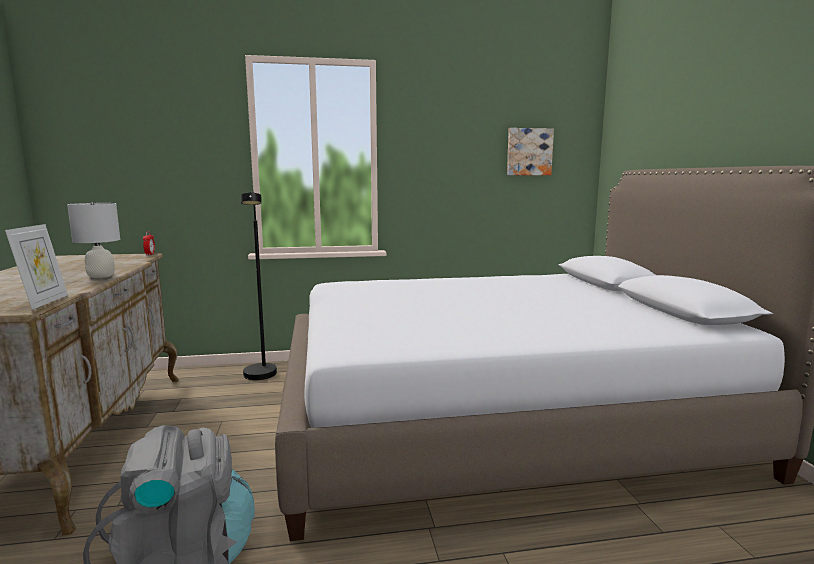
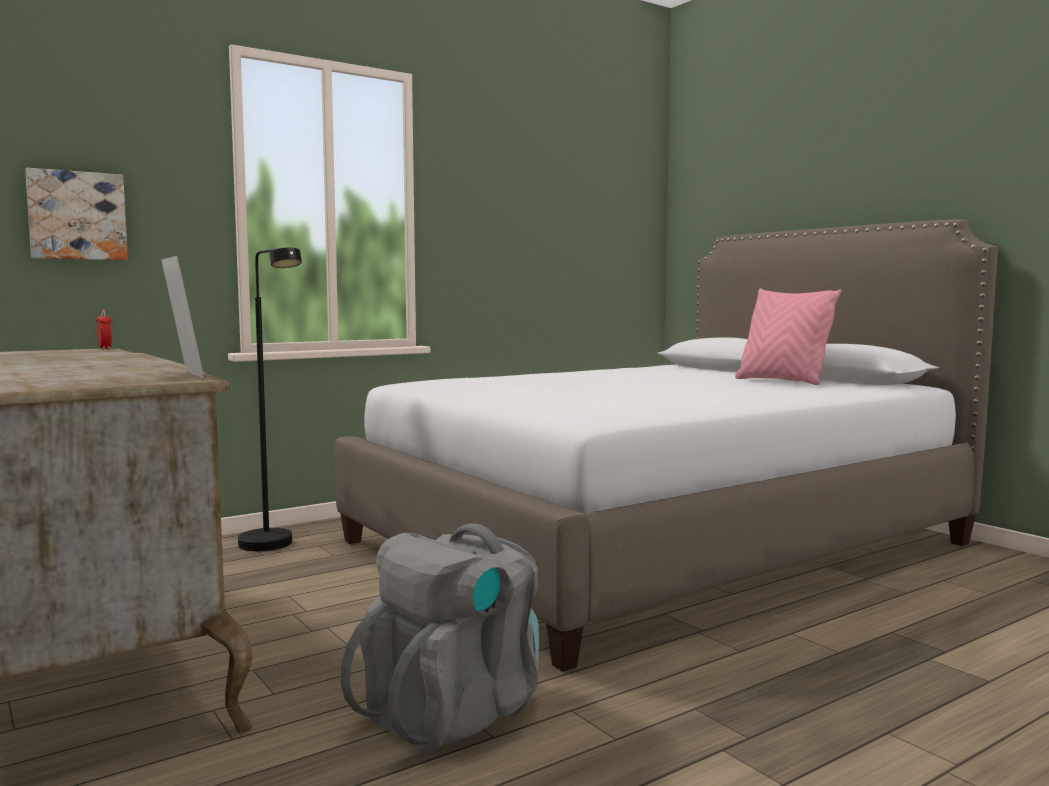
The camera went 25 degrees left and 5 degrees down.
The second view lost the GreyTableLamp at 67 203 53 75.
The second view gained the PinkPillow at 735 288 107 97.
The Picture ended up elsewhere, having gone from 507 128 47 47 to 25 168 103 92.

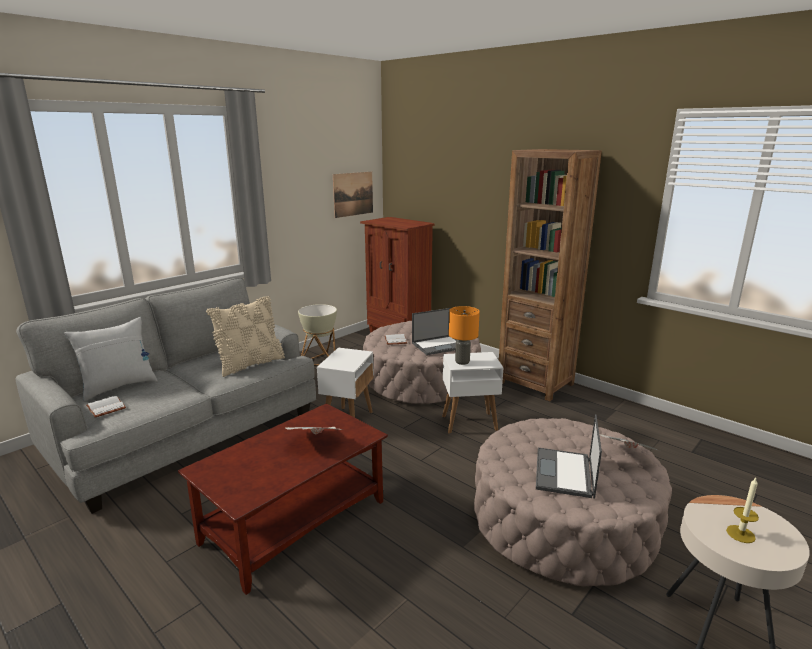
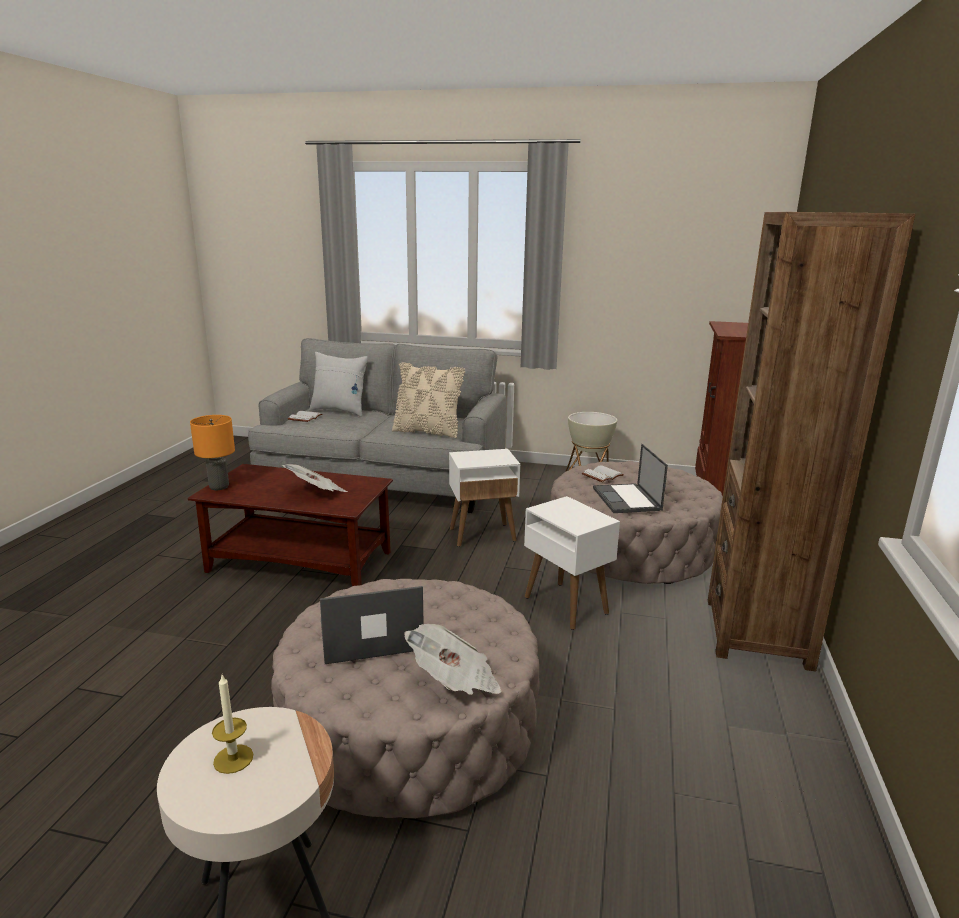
The camera went 60 degrees right and 0 degrees up.
The second view lost the Picture at 333 172 40 46.
The OrangeTableLamp ended up elsewhere, having gone from 449 306 31 59 to 190 415 45 75.
The Laptop at 412 308 45 47 ended up facing another way, 45 degrees clockwise from before.

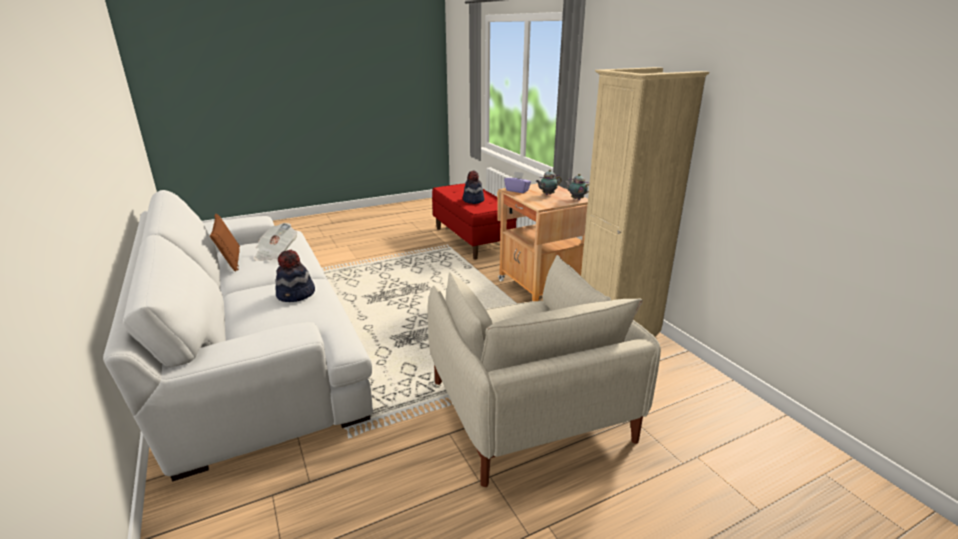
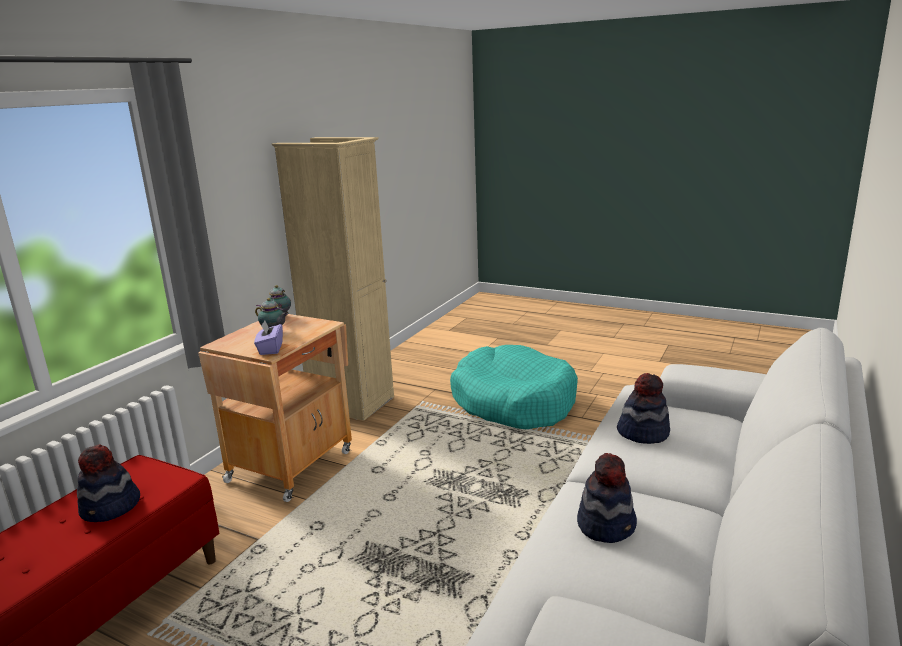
The camera went 125 degrees left and 5 degrees down.
The second view lost the BrownPillow at 210 214 30 57.
Where the Newspaper stood at 254 223 43 38, the Hat came to stand at 577 453 60 90.
Where the BeigeArmchair stood at 428 255 233 232, the TurquoiseDogBed came to stand at 450 345 128 84.

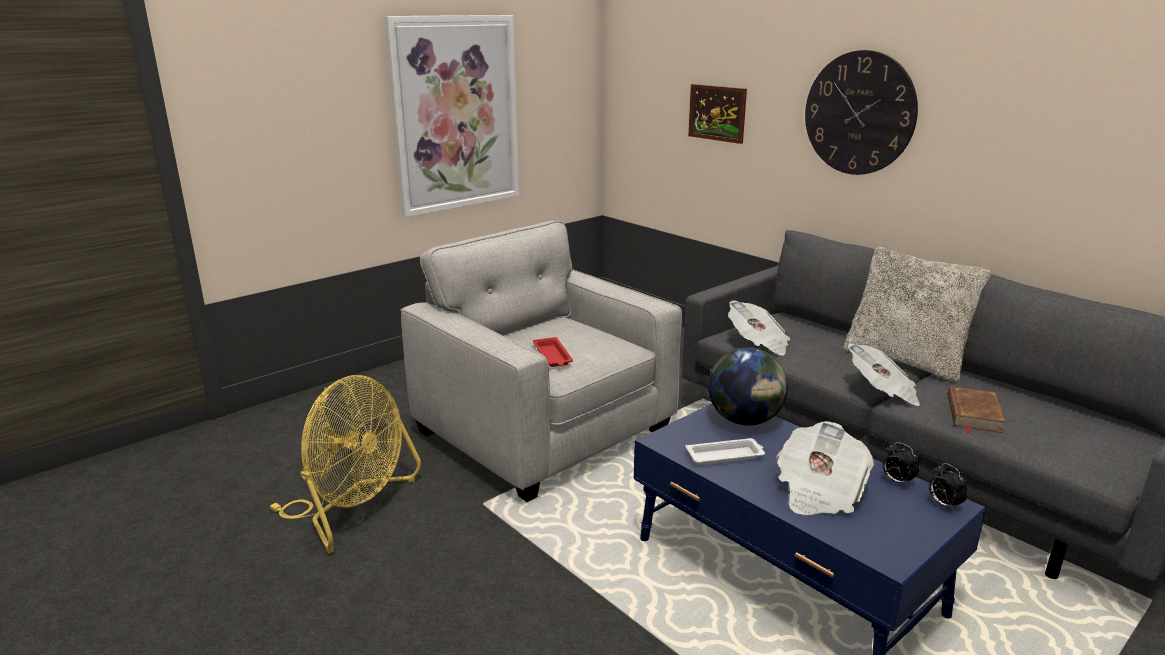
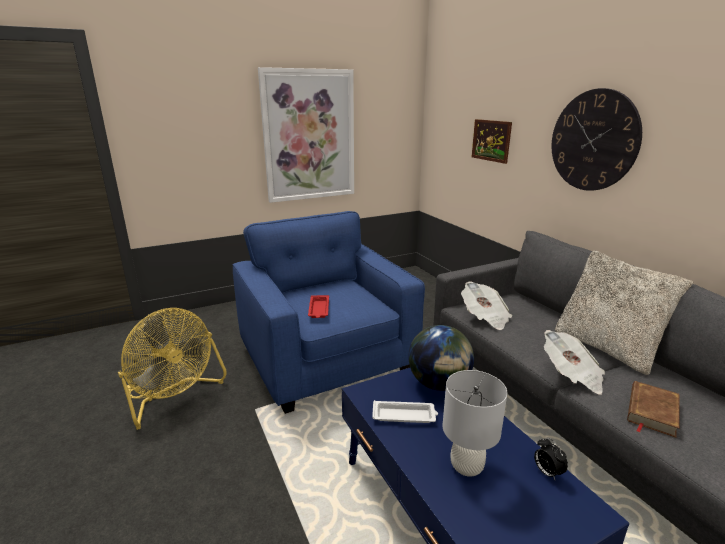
The camera went 15 degrees right and 0 degrees up.
The second view lost the AlarmClock at 929 463 39 49.
Where the Newspaper stood at 776 421 98 94, the GreyTableLamp came to stand at 443 370 64 107.
What was the GreyArmchair at 400 221 282 281 turned into the BlueArmchair at 232 211 193 203.

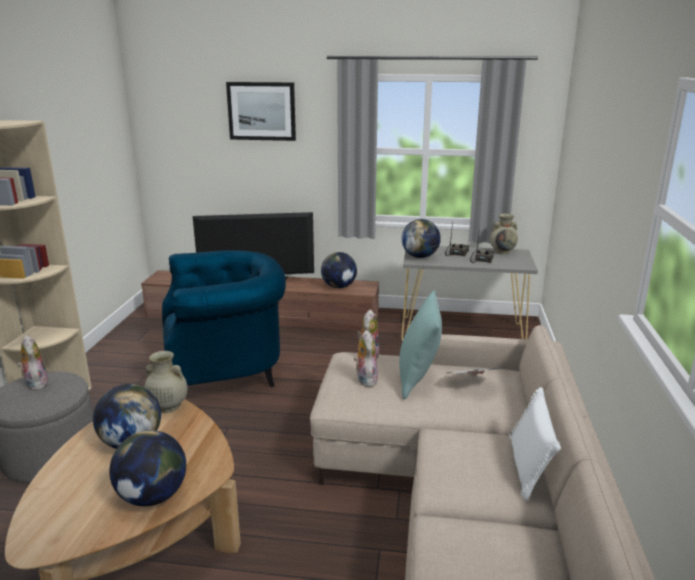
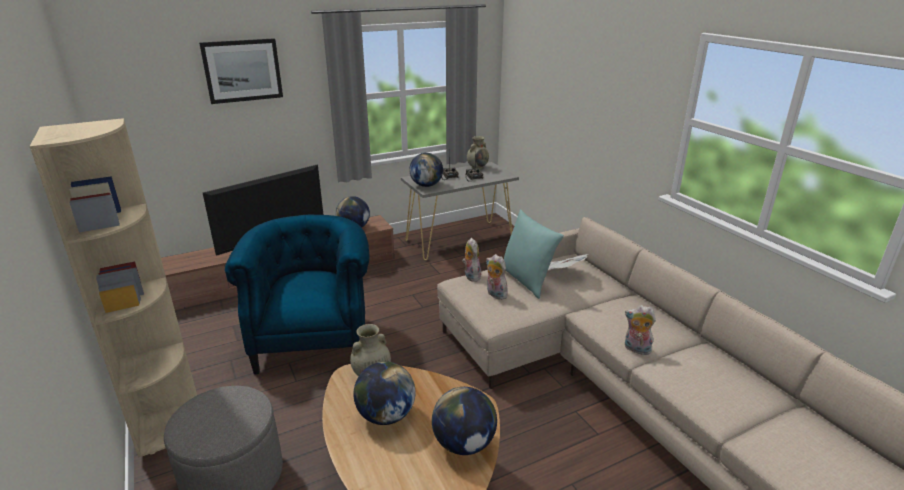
The camera went 35 degrees left and 5 degrees up.
The second view lost the WhitePillow at 508 387 53 114.
The PlushToy ended up elsewhere, having gone from 17 335 32 55 to 625 305 31 50.
The BlueArmchair at 162 250 124 137 ended up facing another way, 45 degrees counterclockwise from before.

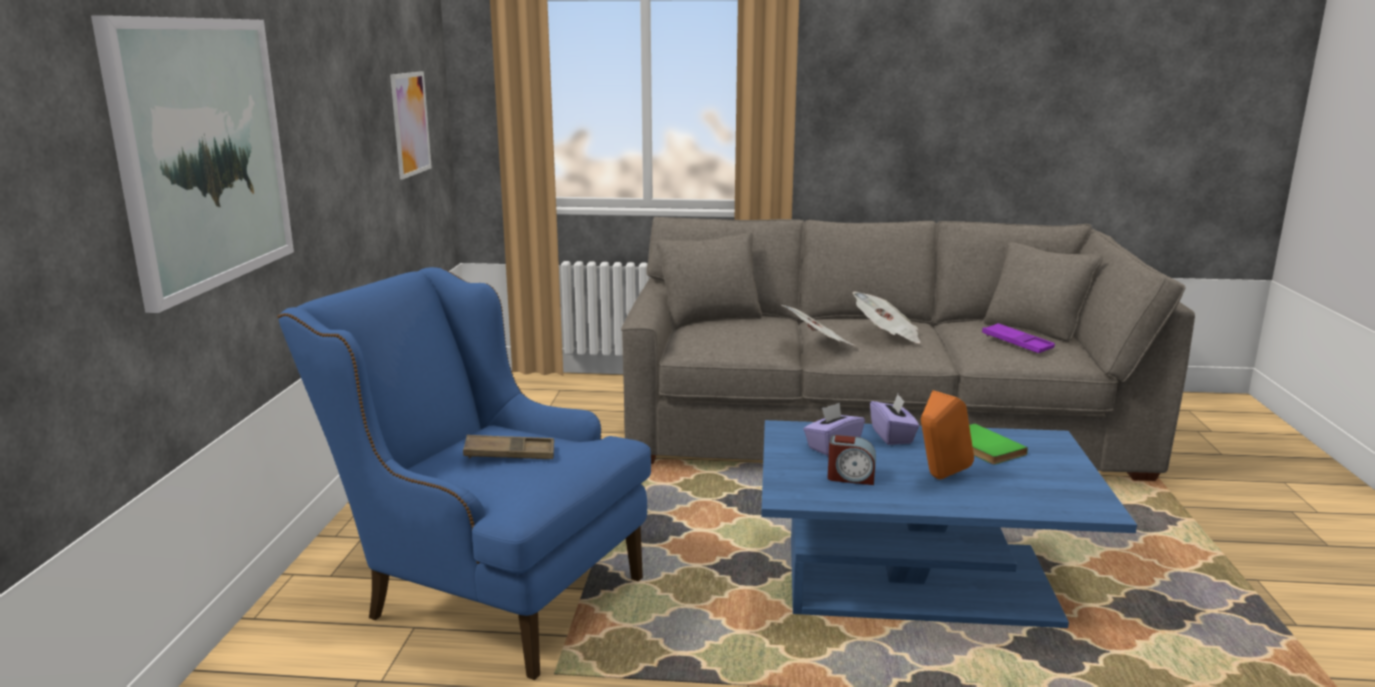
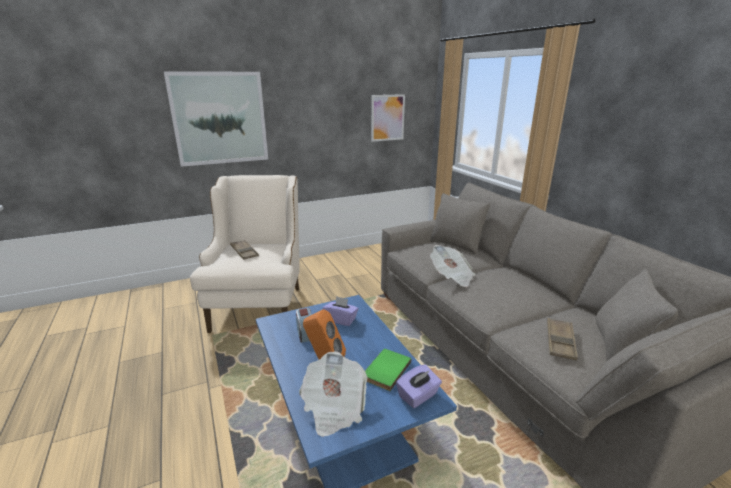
The camera went 60 degrees right and 5 degrees up.
The Newspaper ended up elsewhere, having gone from 853 291 68 53 to 299 352 69 85.
The PurpleTissueBox ended up elsewhere, having gone from 870 394 49 51 to 396 364 46 44.
What was the BlueArmchair at 278 267 373 413 turned into the BeigeArmchair at 190 175 110 158.
What was the PurpleTray at 982 323 73 30 turned into the BrownTray at 547 318 31 42.

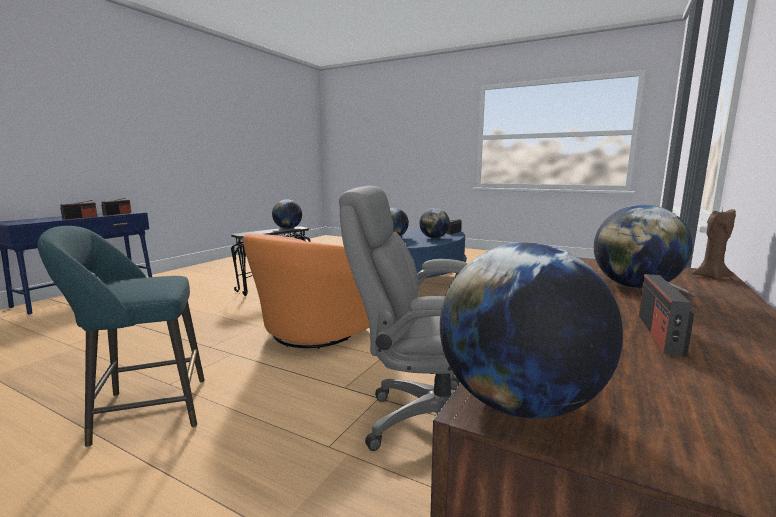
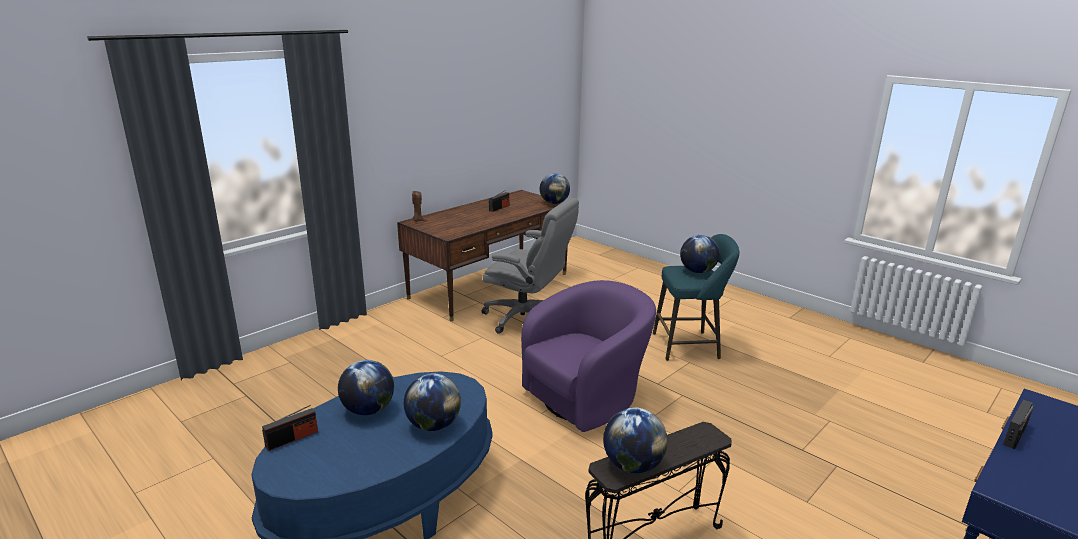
The camera went 165 degrees left and 10 degrees up.
The second view lost the Radio at 101 198 30 18.
The Globe ended up elsewhere, having gone from 594 204 98 85 to 680 235 40 38.
What was the OrangeArmchair at 243 233 127 116 turned into the PurpleArmchair at 521 280 135 152.

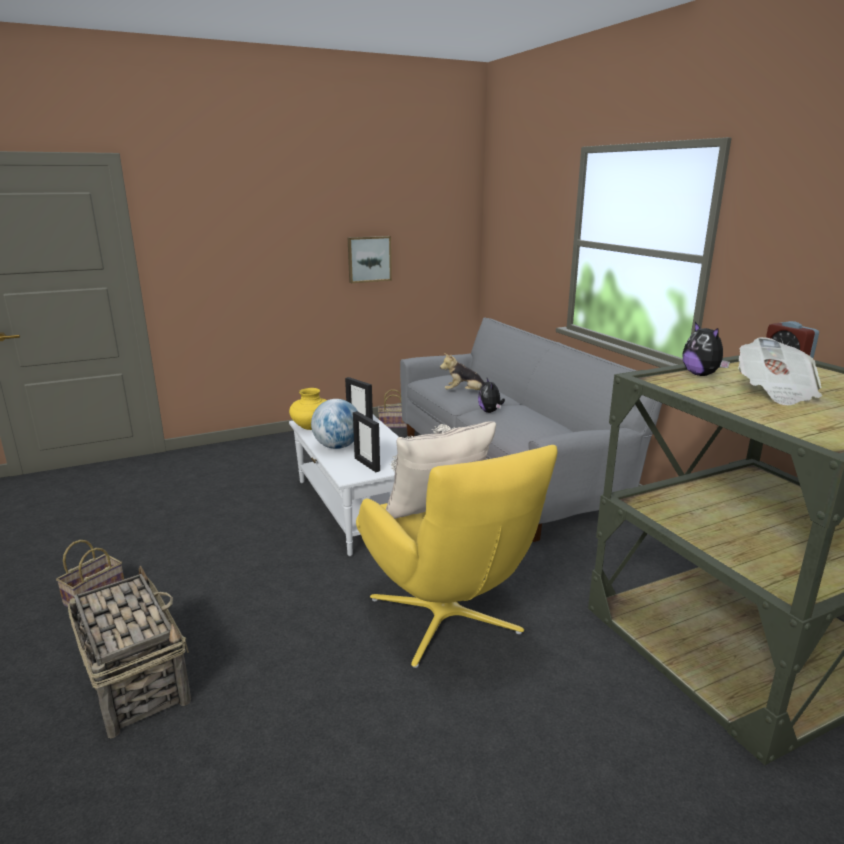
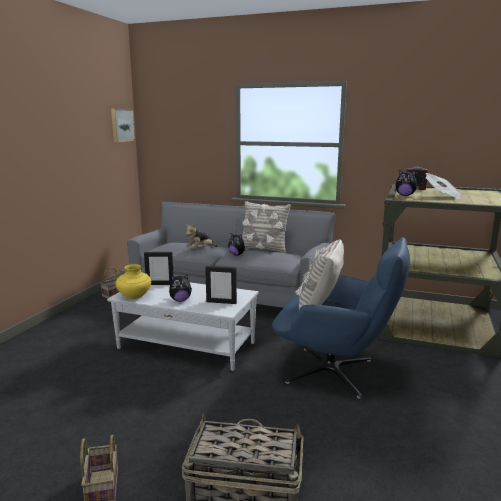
The camera went 45 degrees left and 5 degrees down.
The second view gained the BeigePillow at 242 201 49 52.
The Picture ended up elsewhere, having gone from 348 236 44 47 to 111 109 24 33.
Where the Globe stood at 311 399 47 50, the PlushToy came to stand at 169 274 23 28.
What was the YellowArmchair at 356 445 201 223 turned into the BlueArmchair at 272 237 138 161.

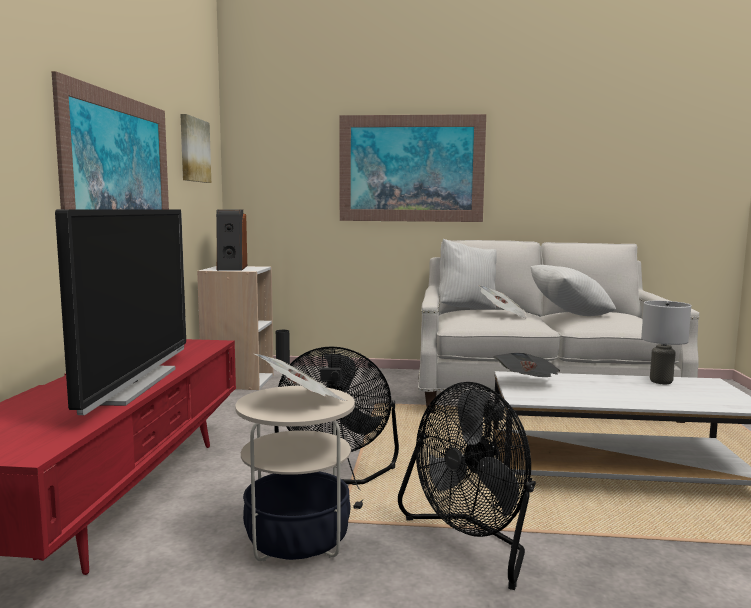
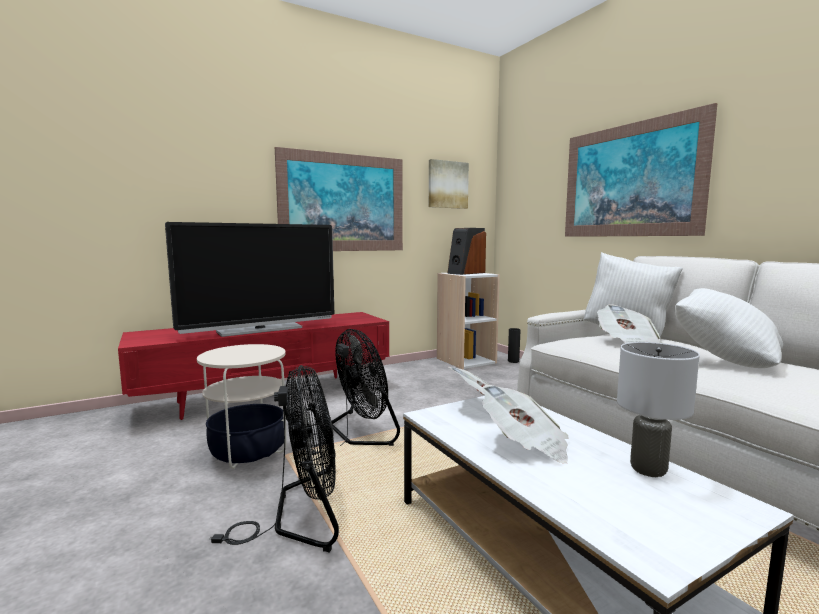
The camera went 55 degrees right and 0 degrees up.
The Newspaper ended up elsewhere, having gone from 255 354 92 47 to 482 384 87 80.
The BlackFan at 398 382 138 208 ended up facing another way, 150 degrees clockwise from before.

